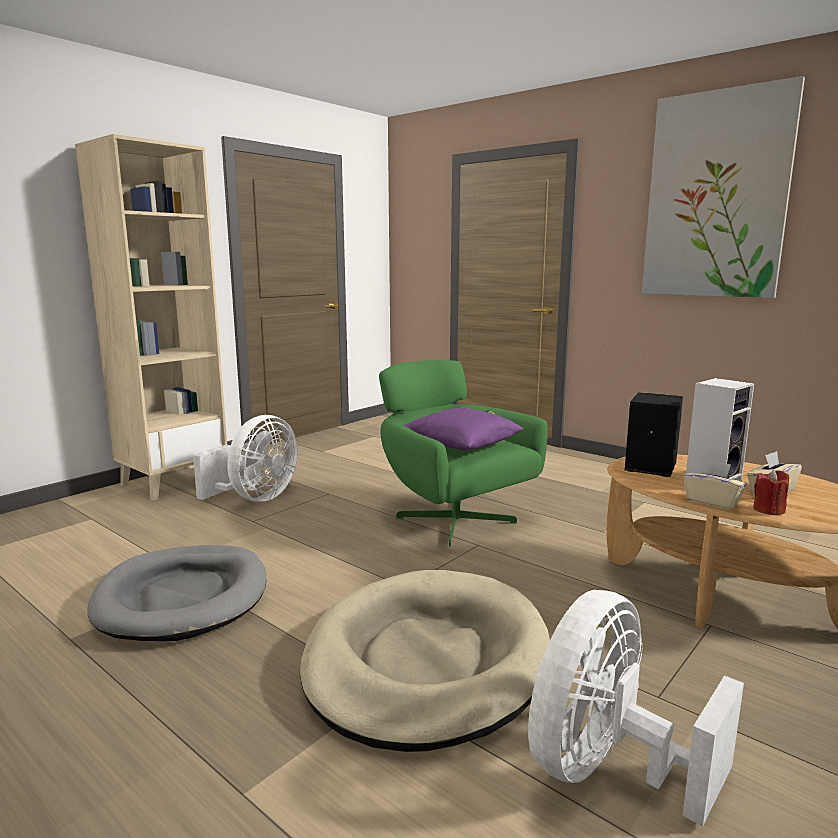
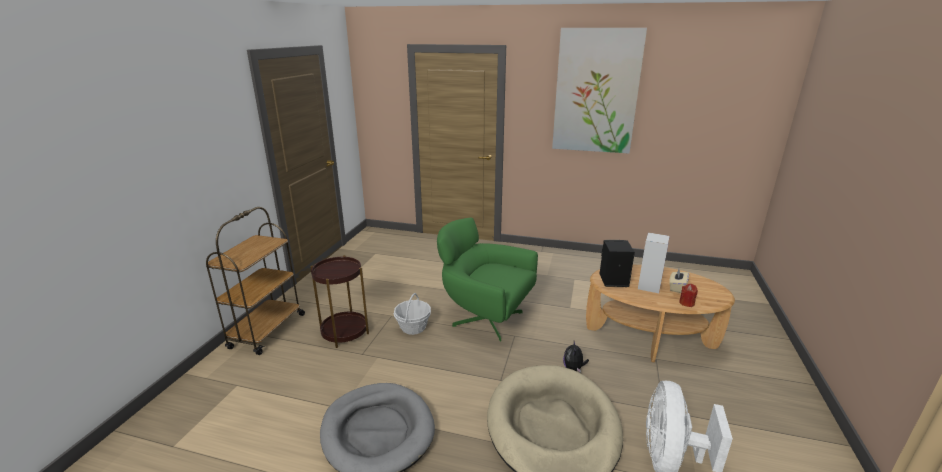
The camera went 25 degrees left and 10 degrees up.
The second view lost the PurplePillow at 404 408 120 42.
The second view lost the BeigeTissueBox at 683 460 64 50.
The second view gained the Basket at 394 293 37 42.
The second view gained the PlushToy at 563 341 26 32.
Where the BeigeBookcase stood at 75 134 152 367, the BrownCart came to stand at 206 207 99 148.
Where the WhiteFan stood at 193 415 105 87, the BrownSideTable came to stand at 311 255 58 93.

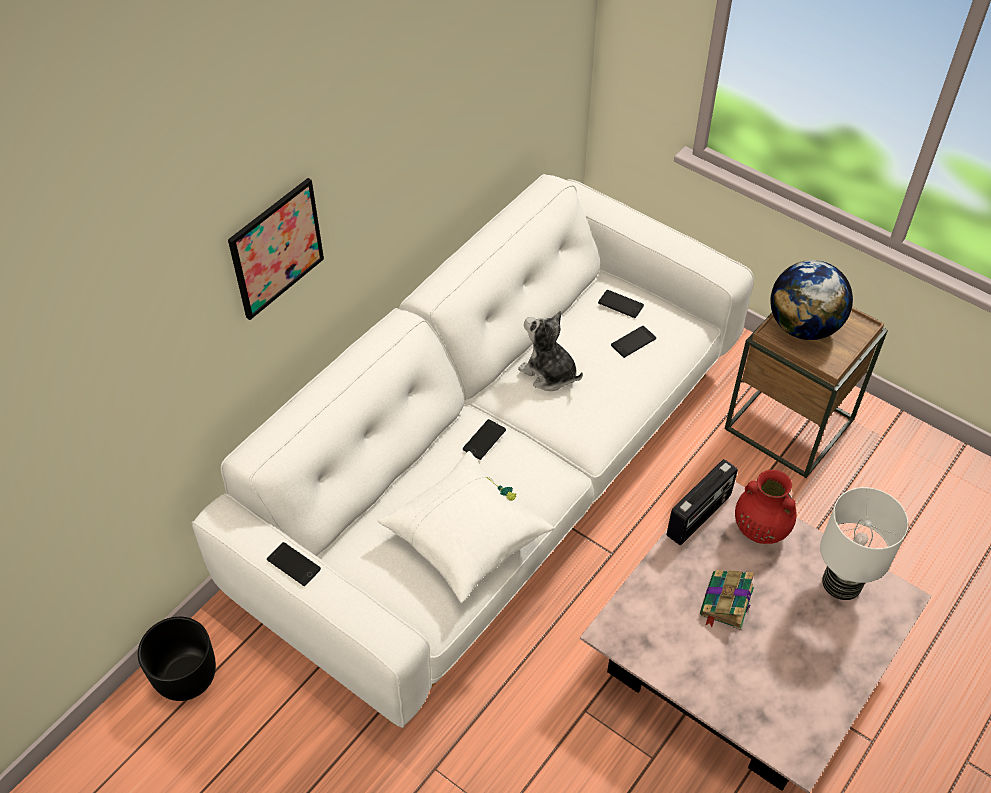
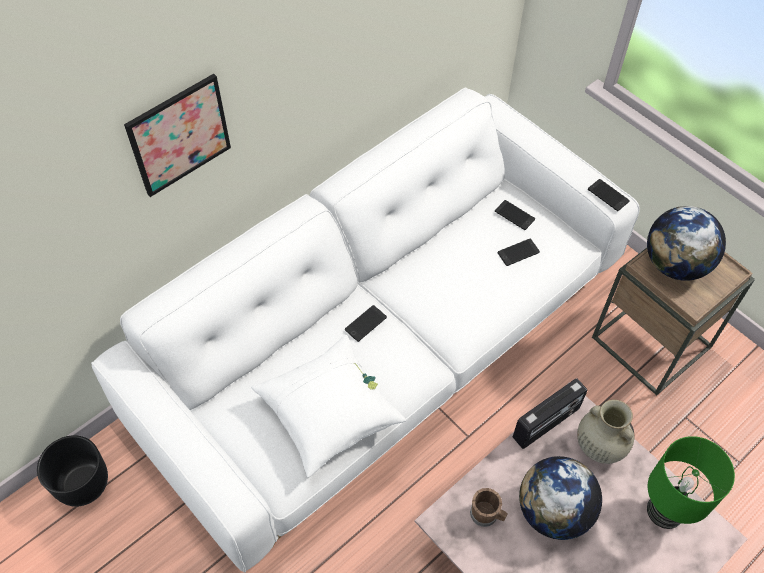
The camera went 10 degrees right and 5 degrees up.
The second view lost the PlushToy at 518 311 65 80.
The second view gained the BrownMug at 470 488 38 39.
The Phone ended up elsewhere, having gone from 267 542 54 44 to 588 179 42 32.
Where the Book stood at 700 570 55 60, the Globe came to stand at 519 456 83 84.
What was the RedVase at 735 469 62 75 turned into the BeigeVase at 577 399 57 65.
What was the WhiteTableLamp at 820 487 88 113 turned into the GreenTableLamp at 647 436 88 93.

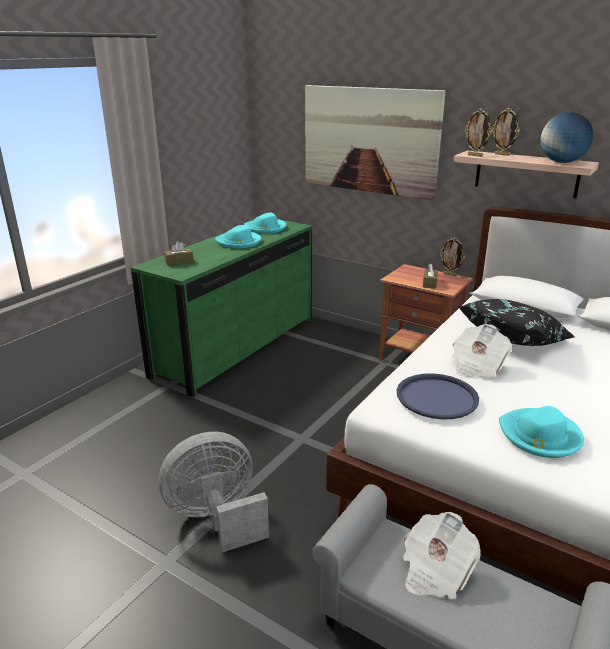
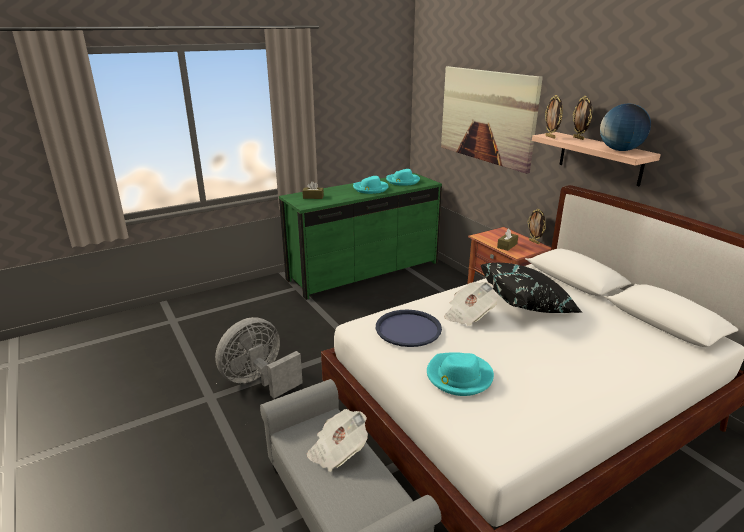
The camera went 25 degrees right and 0 degrees up.
The GreyFan at 159 432 110 121 ended up facing another way, 45 degrees counterclockwise from before.

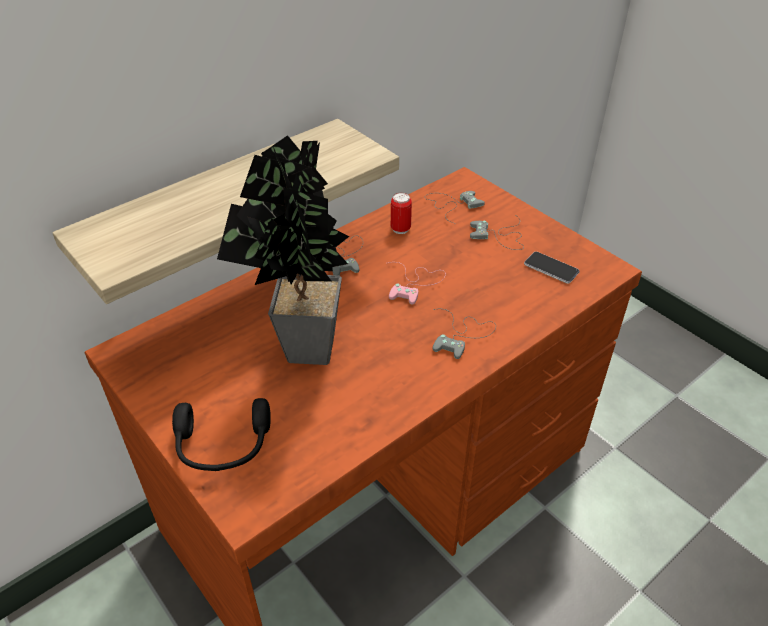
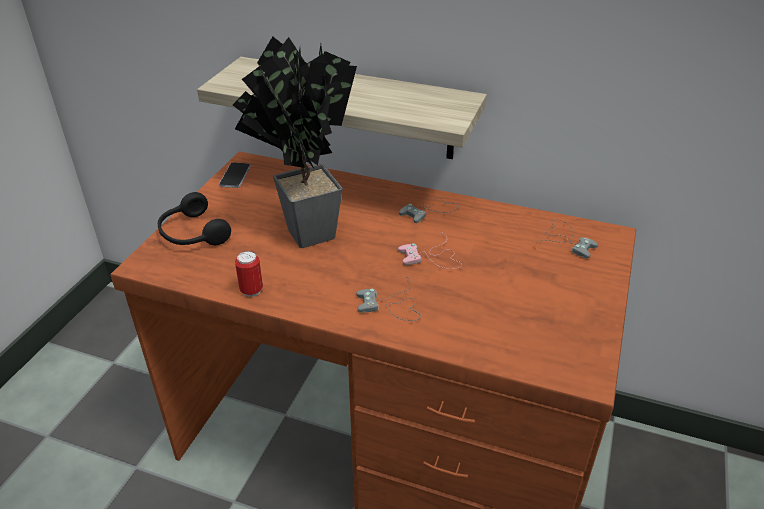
The camera went 60 degrees right and 5 degrees down.
The second view lost the GreyGameController at 470 216 54 34.
The Can ended up elsewhere, having gone from 391 193 21 41 to 235 251 28 46.
The Phone ended up elsewhere, having gone from 524 252 56 32 to 219 162 32 26.

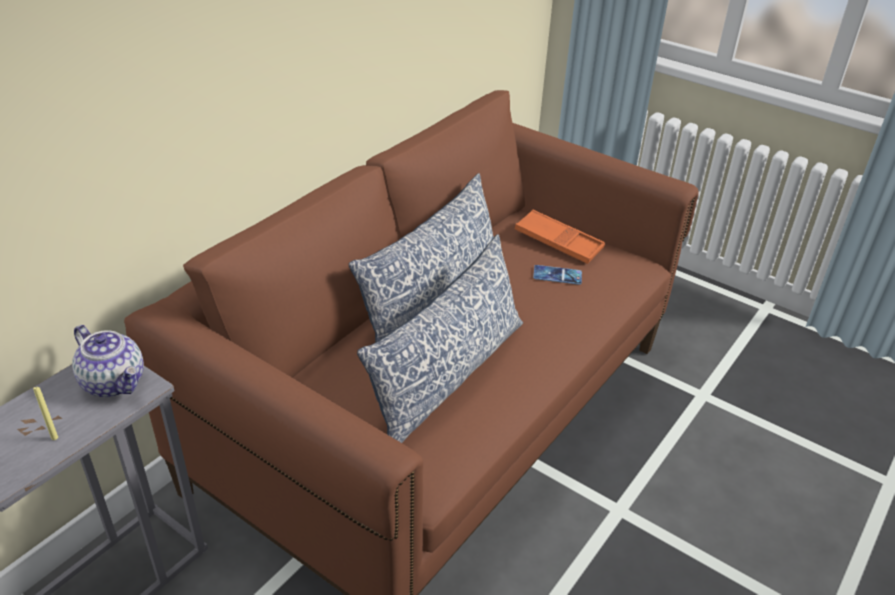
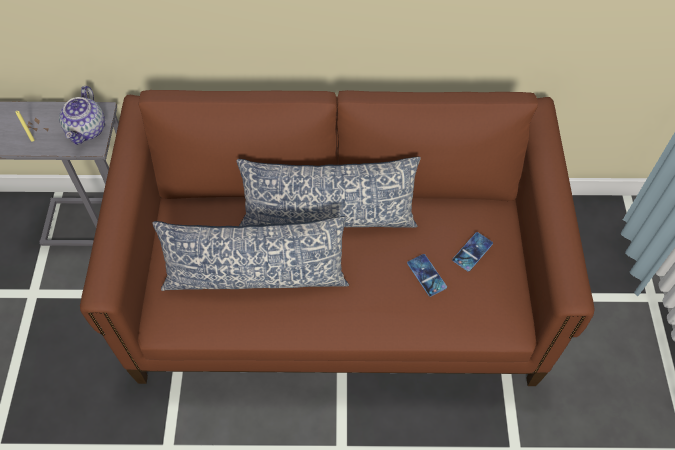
The camera went 55 degrees right and 20 degrees up.
Where the OrangeTray stood at 515 210 90 54, the Phone came to stand at 452 232 41 40.

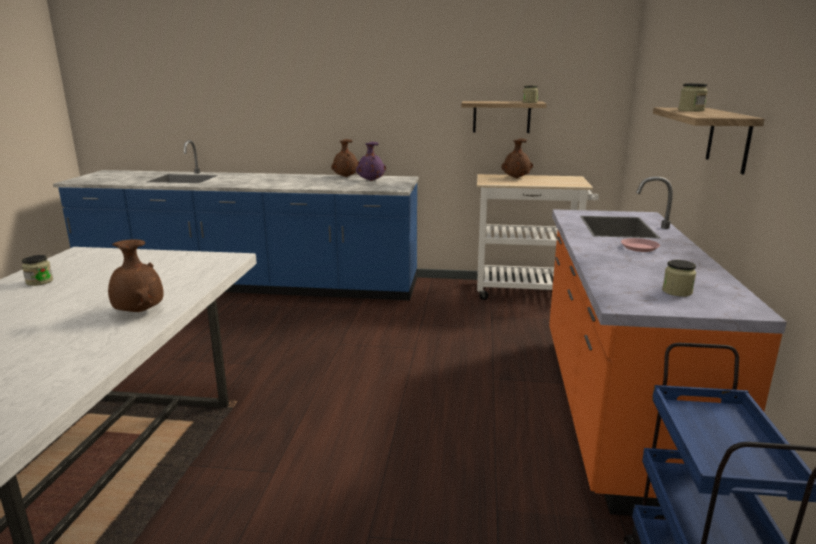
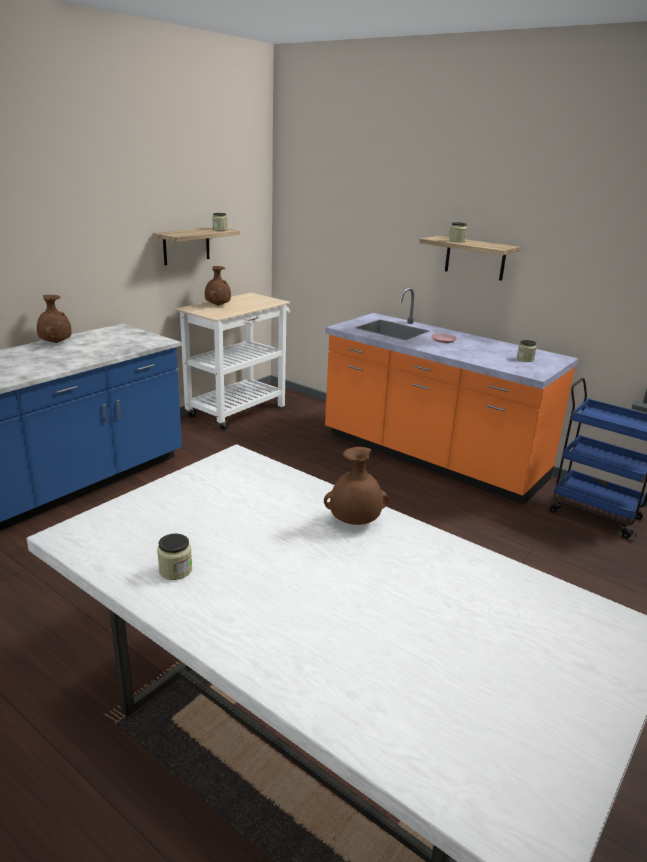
The camera went 60 degrees left and 5 degrees up.
The second view lost the PurpleVase at 356 142 30 39.

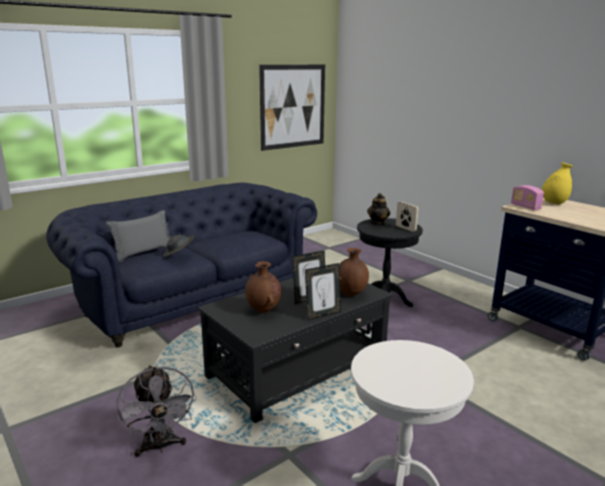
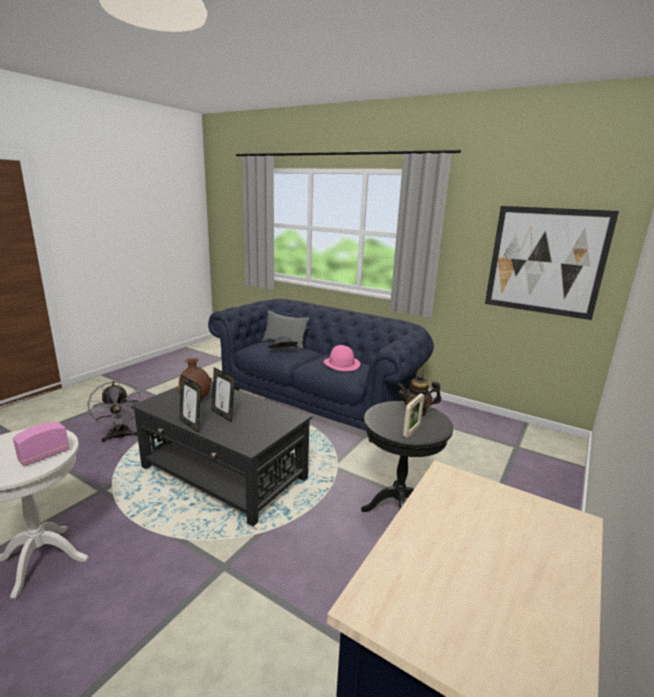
The camera went 70 degrees right and 0 degrees up.
The second view lost the BrownVase at 339 248 30 49.
The second view lost the YellowVase at 542 162 31 43.
The second view gained the PinkHat at 324 345 36 26.
The Radio ended up elsewhere, having gone from 511 185 33 25 to 13 422 56 44.
The GreyFan at 117 365 79 92 ended up facing another way, 75 degrees counterclockwise from before.

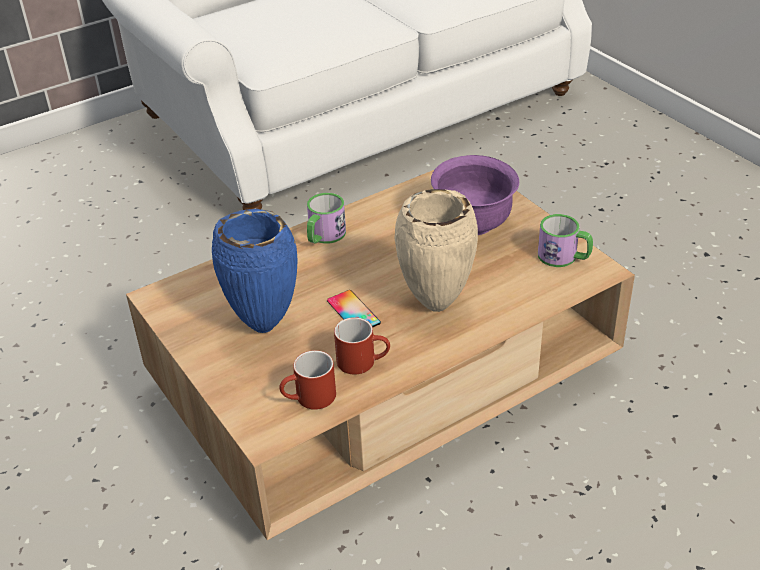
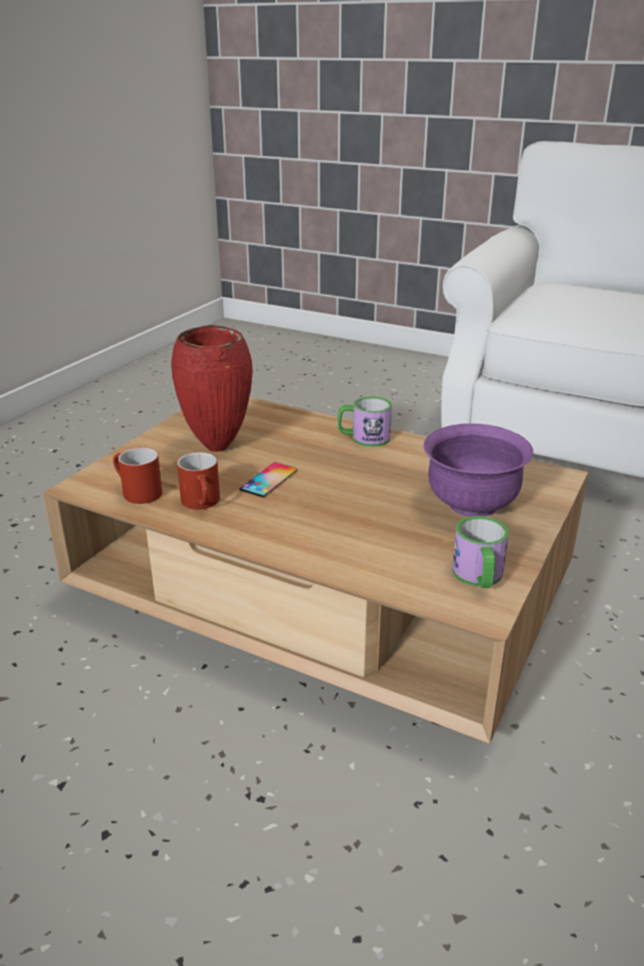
The camera went 60 degrees right and 10 degrees down.
The second view lost the BeigeVase at 394 189 84 123.
What was the BlueVase at 212 209 86 124 turned into the RedVase at 171 325 82 127.

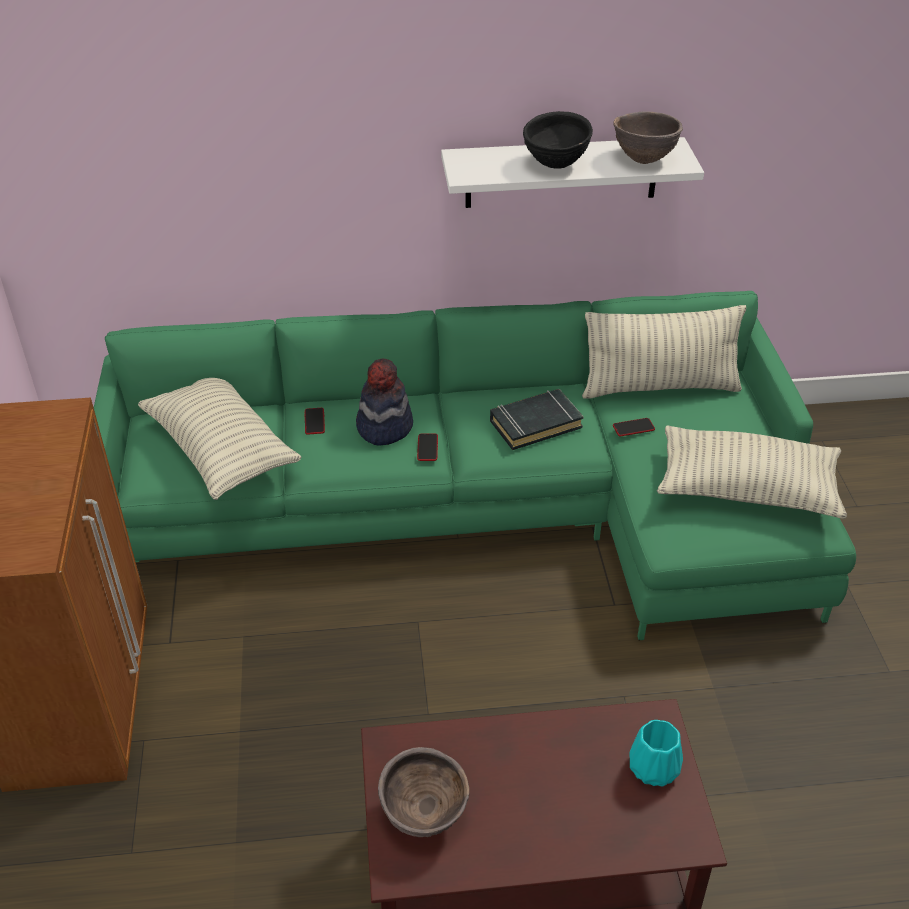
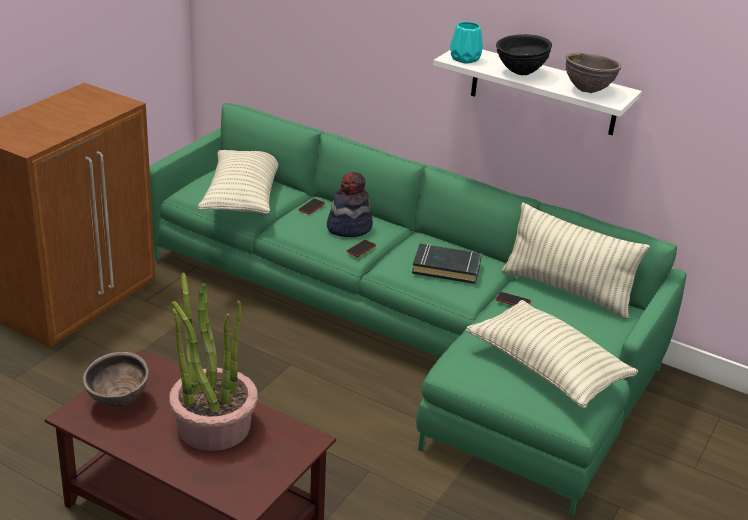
The camera went 35 degrees right and 10 degrees down.
The second view gained the PottedPlant at 169 273 89 178.
The TurquoiseVase ended up elsewhere, having gone from 629 720 54 67 to 450 22 33 42.

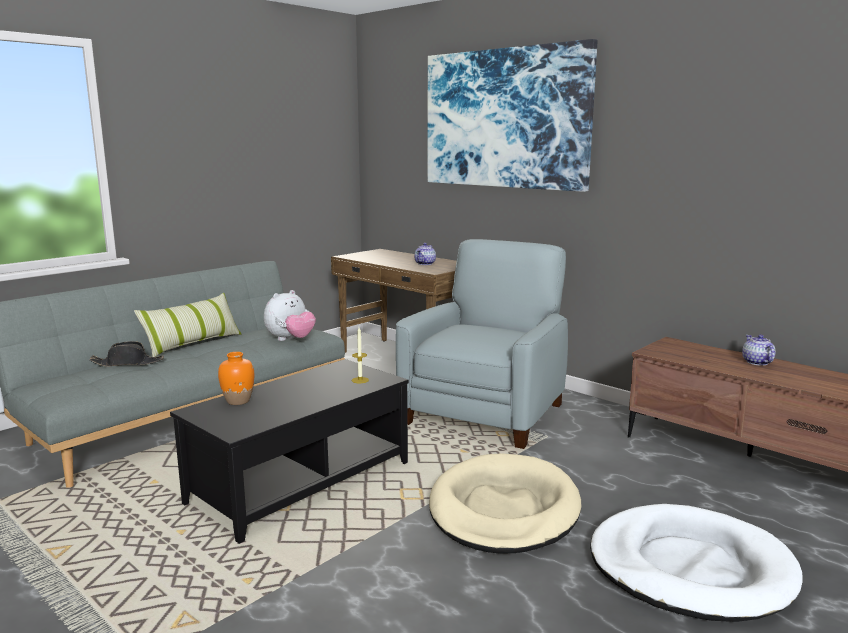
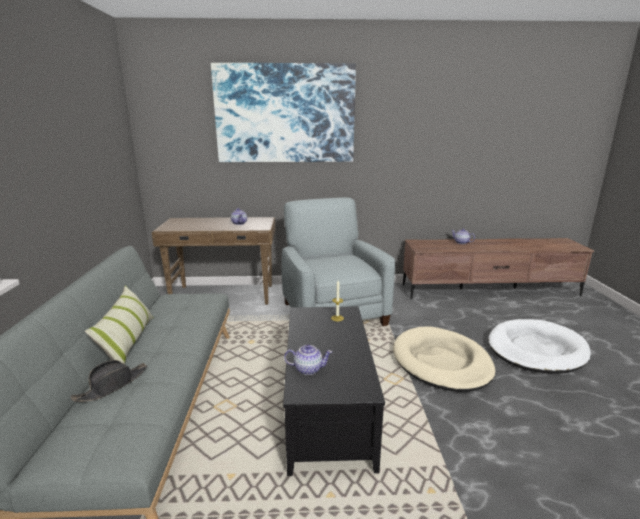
The camera went 45 degrees left and 5 degrees up.
The second view lost the PlushToy at 264 290 52 51.
Where the OrangeVase stood at 218 352 36 53, the Teapot came to stand at 284 345 48 30.

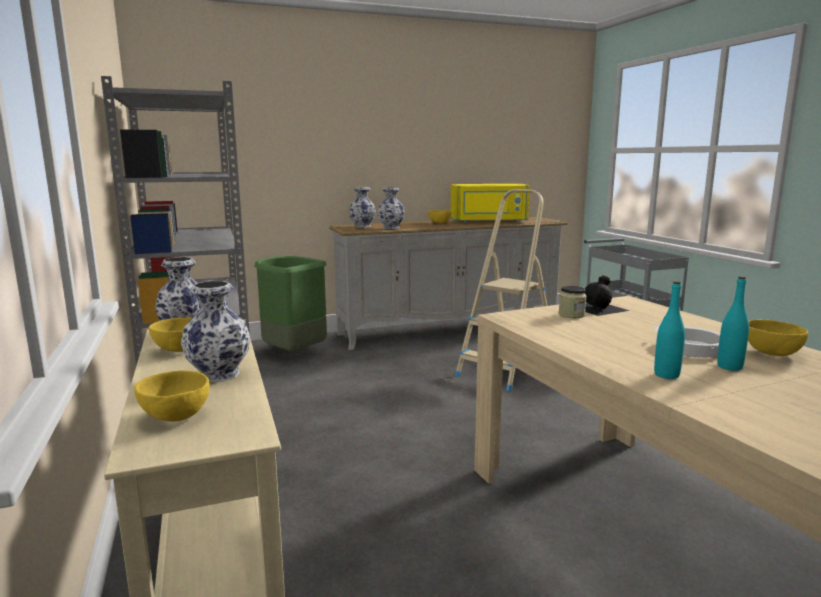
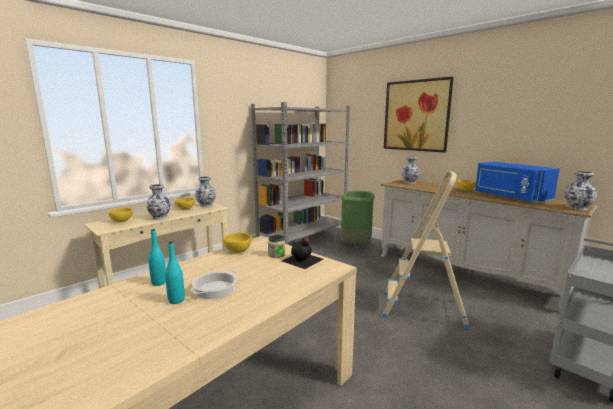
The camera went 65 degrees right and 0 degrees up.
The second view gained the Picture at 384 77 70 76.
The Vase ended up elsewhere, having gone from 378 187 27 42 to 564 171 33 39.
The YellowBowl ended up elsewhere, having gone from 748 320 60 36 to 223 233 29 20.
What was the YellowMicrowave at 451 184 79 39 turned into the BlueMicrowave at 475 162 85 42.

